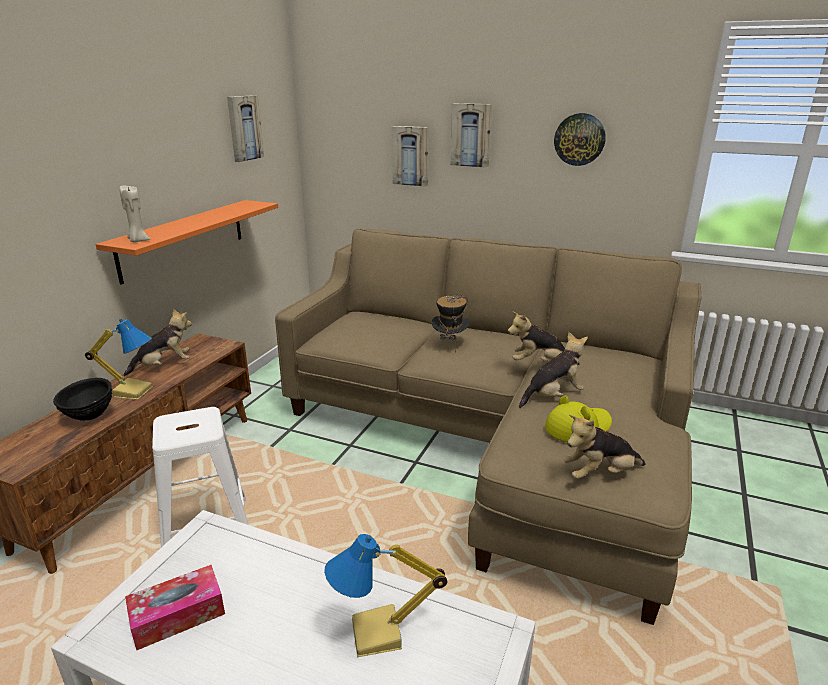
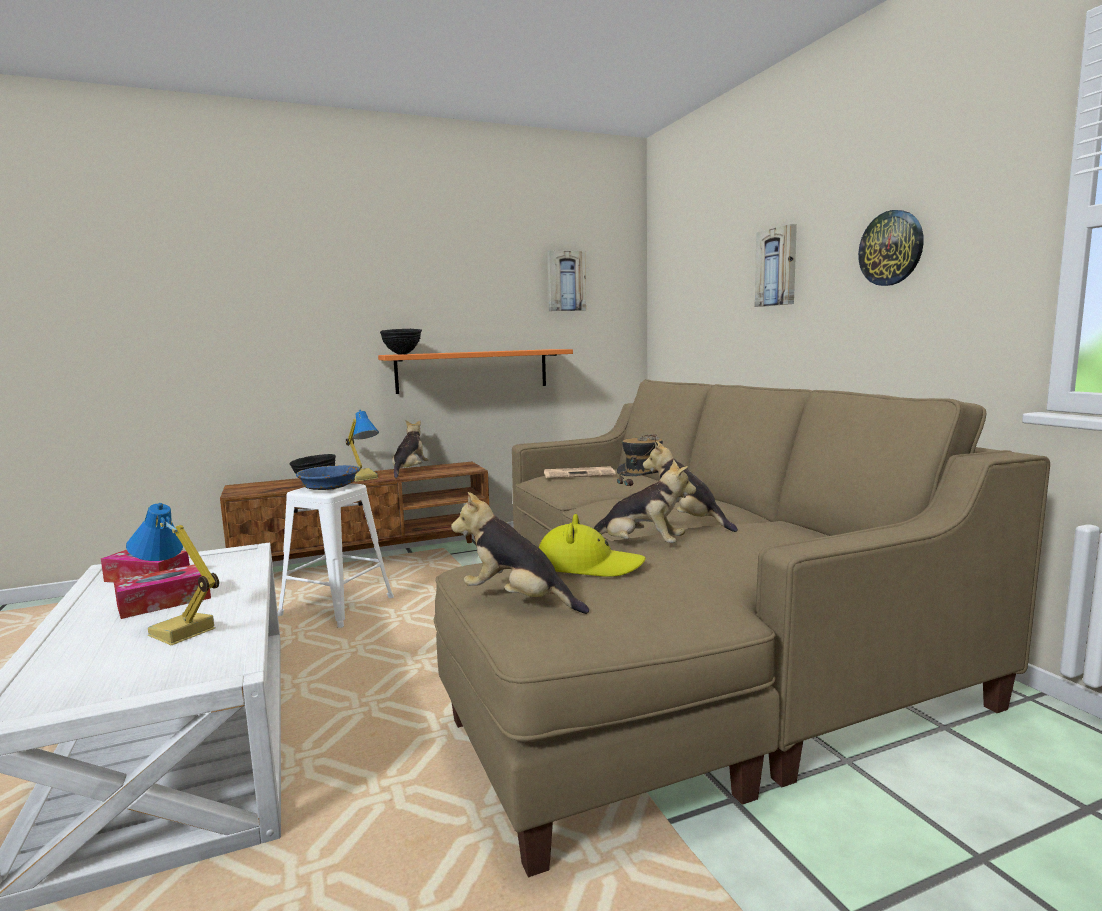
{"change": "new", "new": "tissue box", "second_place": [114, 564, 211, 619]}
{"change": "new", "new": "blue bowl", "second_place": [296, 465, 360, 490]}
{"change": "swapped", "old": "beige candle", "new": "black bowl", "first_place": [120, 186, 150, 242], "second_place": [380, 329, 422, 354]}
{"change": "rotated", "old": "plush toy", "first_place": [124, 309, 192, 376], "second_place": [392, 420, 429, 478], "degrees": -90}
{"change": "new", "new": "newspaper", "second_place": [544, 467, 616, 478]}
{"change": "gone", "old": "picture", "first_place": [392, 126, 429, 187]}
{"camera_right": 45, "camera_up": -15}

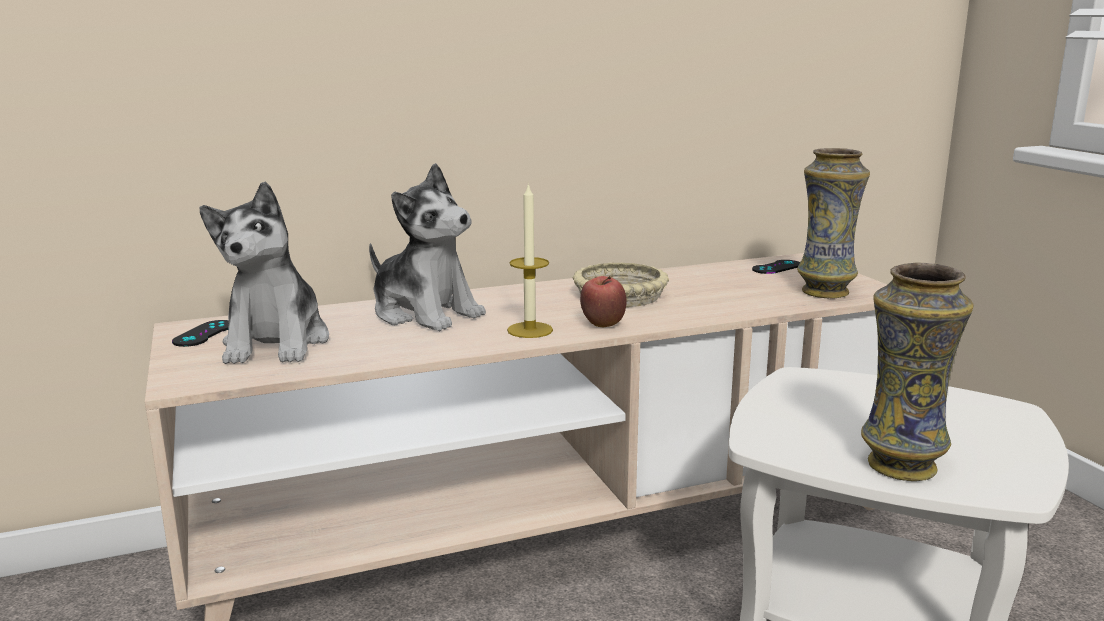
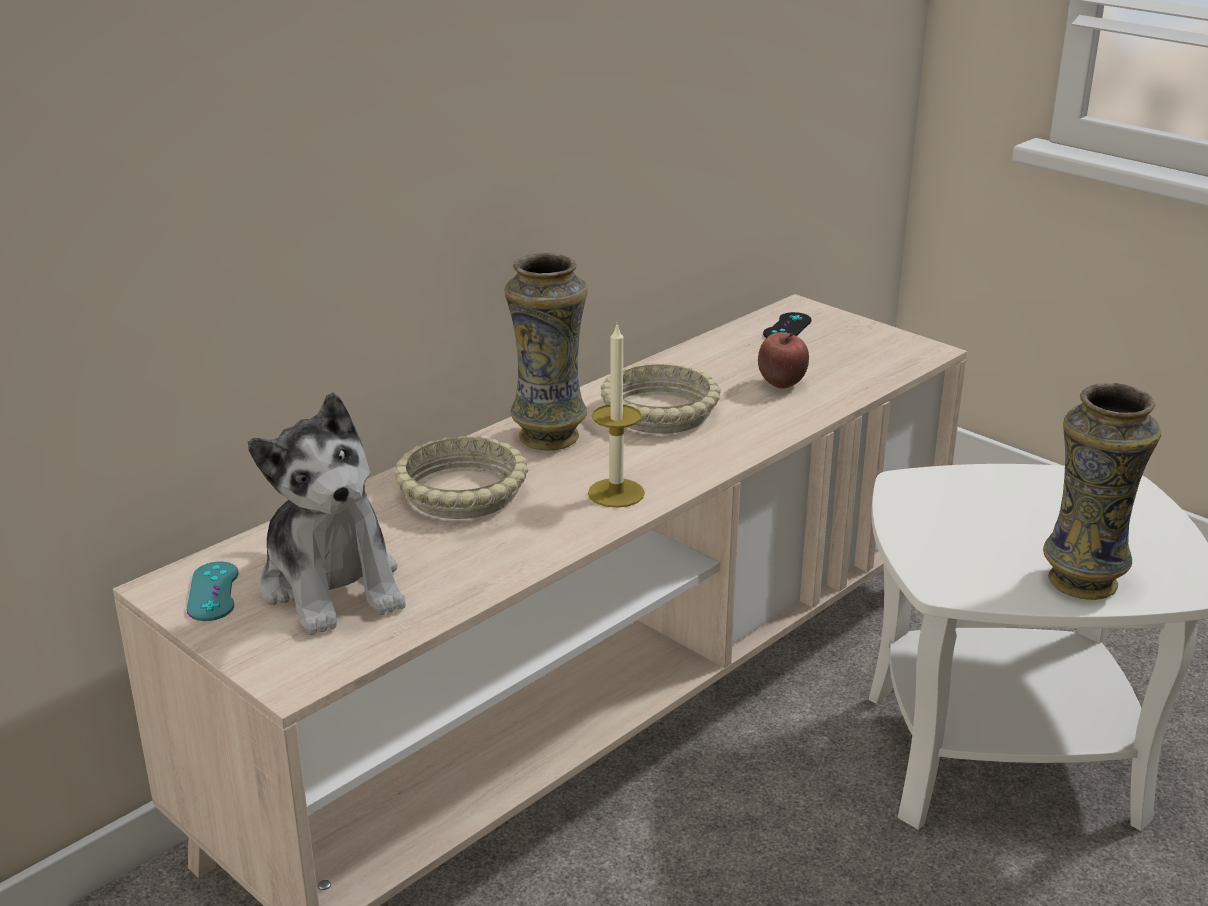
{"change": "repainted", "old": "black game controller", "new": "turquoise game controller", "first_place": [172, 320, 229, 347], "second_place": [187, 561, 239, 621]}
{"change": "swapped", "old": "plush toy", "new": "beige bowl", "first_place": [369, 163, 486, 331], "second_place": [394, 436, 528, 519]}
{"change": "shifted", "old": "vase", "first_place": [797, 148, 870, 299], "second_place": [504, 253, 588, 450]}
{"change": "shifted", "old": "apple", "first_place": [580, 276, 627, 327], "second_place": [758, 332, 809, 389]}
{"camera_right": -25, "camera_up": 10}

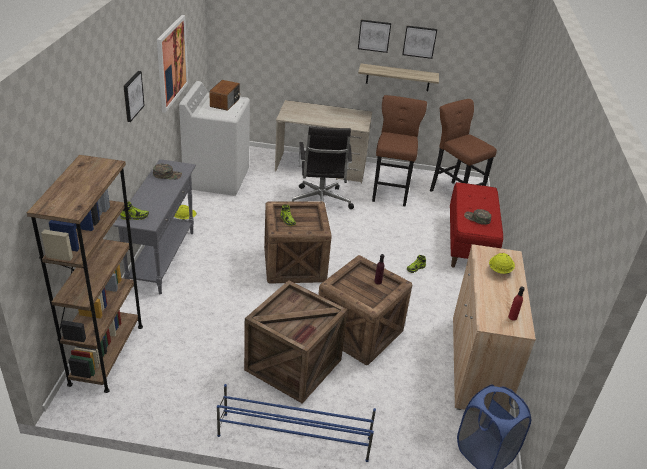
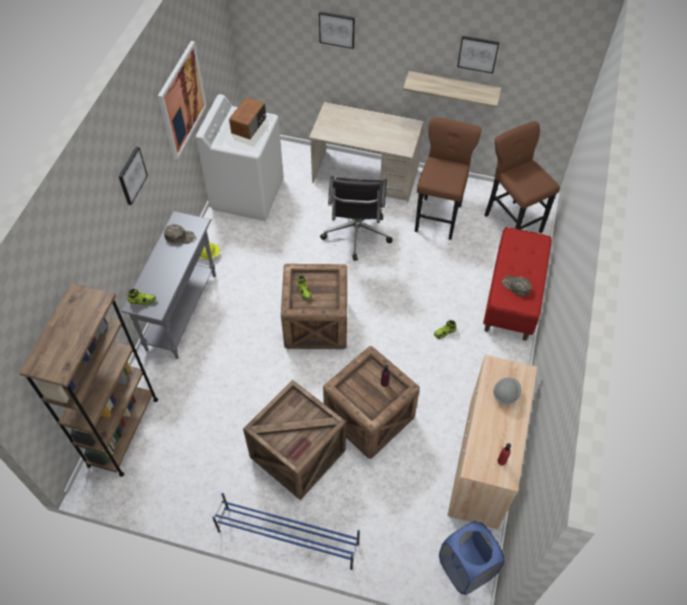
{"change": "shifted", "old": "picture", "first_place": [358, 20, 391, 53], "second_place": [319, 12, 355, 49]}
{"change": "repainted", "old": "yellow hard hat", "new": "grey hard hat", "first_place": [489, 253, 515, 274], "second_place": [493, 377, 521, 405]}
{"camera_right": 10, "camera_up": 20}

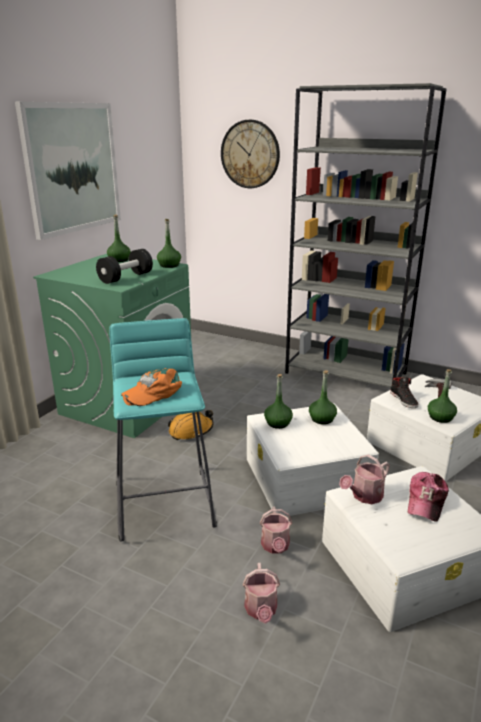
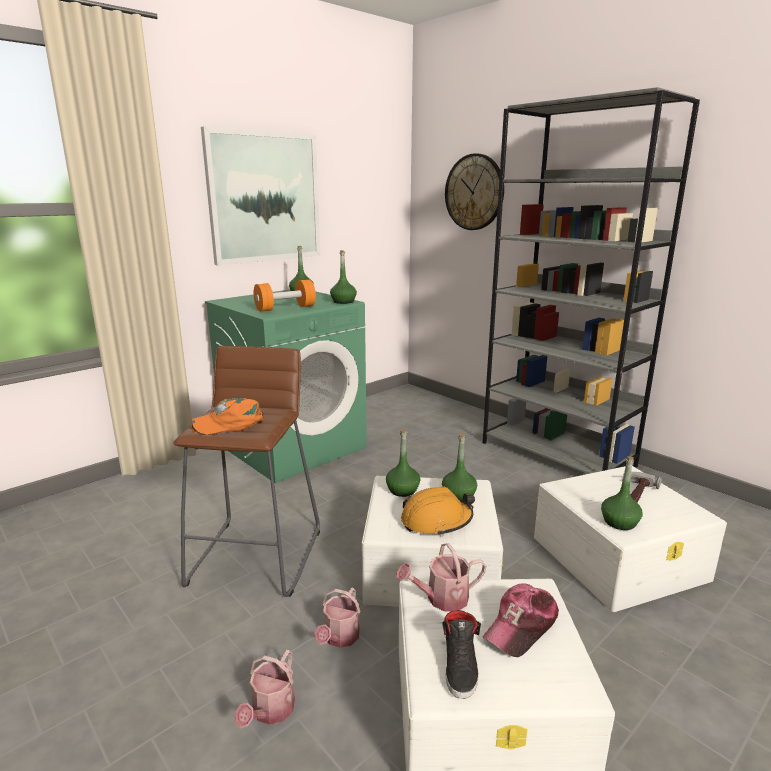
{"change": "repainted", "old": "turquoise stool", "new": "brown stool", "first_place": [109, 318, 217, 542], "second_place": [173, 346, 320, 597]}
{"change": "repainted", "old": "black dumbbell", "new": "orange dumbbell", "first_place": [96, 249, 153, 284], "second_place": [254, 280, 316, 312]}
{"change": "shifted", "old": "orange hard hat", "first_place": [168, 410, 214, 440], "second_place": [401, 487, 475, 536]}
{"change": "shifted", "old": "black shoe", "first_place": [390, 377, 418, 408], "second_place": [442, 610, 481, 699]}
{"camera_right": 20, "camera_up": -5}

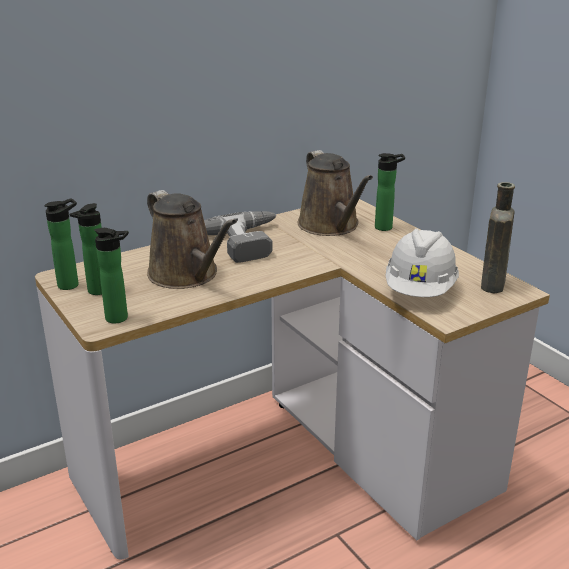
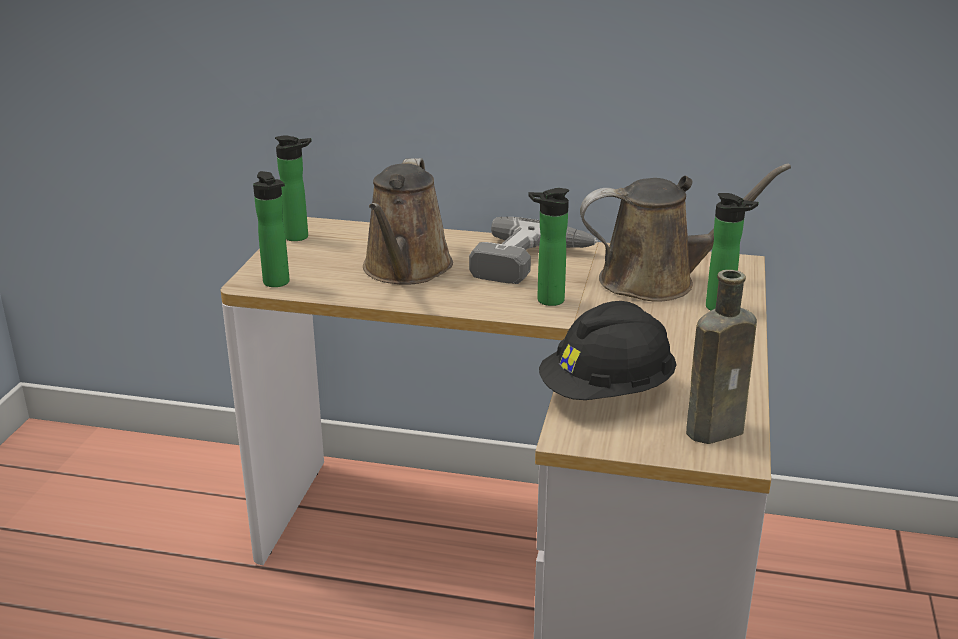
{"change": "shifted", "old": "bottle", "first_place": [69, 203, 102, 295], "second_place": [528, 188, 569, 306]}
{"change": "repainted", "old": "white hard hat", "new": "black hard hat", "first_place": [386, 228, 459, 297], "second_place": [539, 301, 677, 400]}
{"change": "rotated", "old": "brown watering can", "first_place": [298, 150, 373, 236], "second_place": [580, 163, 791, 302], "degrees": -120}
{"camera_right": 45, "camera_up": 0}

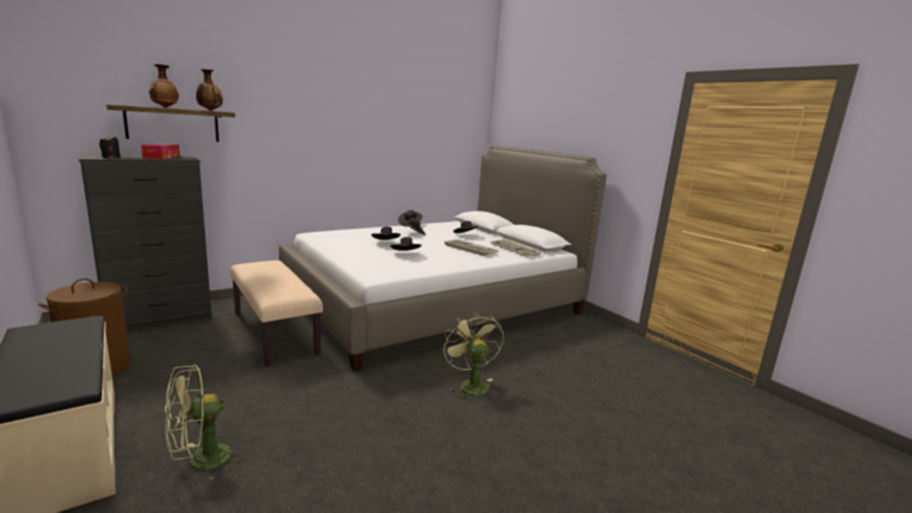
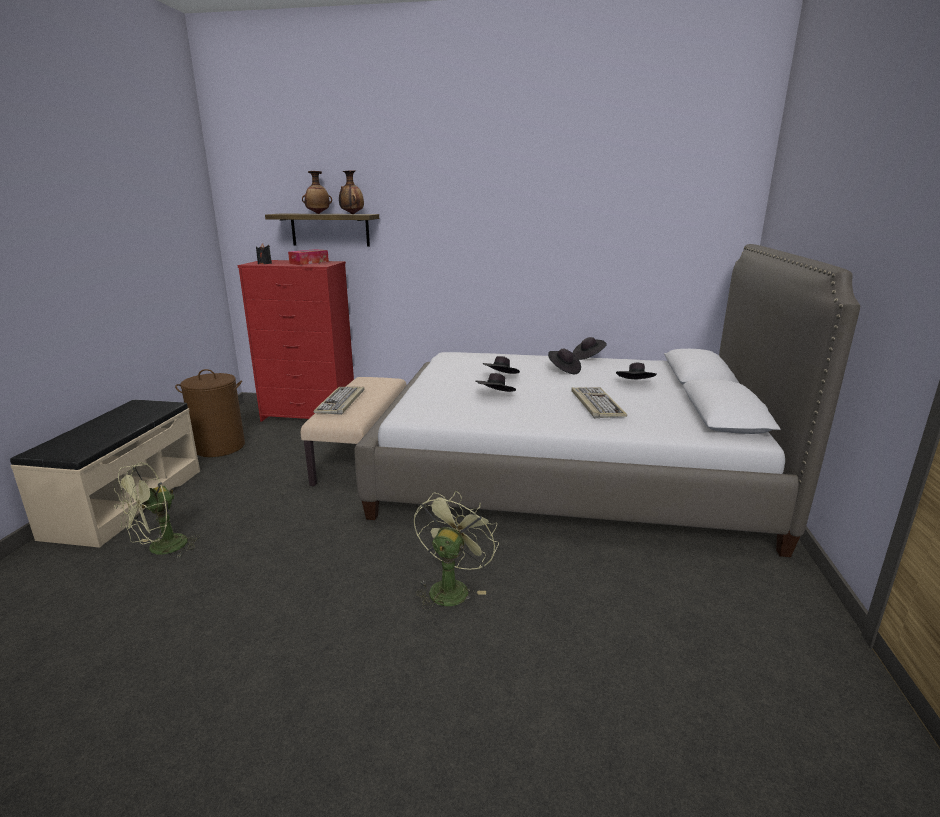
{"change": "rotated", "old": "green fan", "first_place": [165, 365, 246, 480], "second_place": [114, 462, 200, 558], "degrees": -60}
{"change": "repainted", "old": "black dresser", "new": "red dresser", "first_place": [79, 154, 212, 325], "second_place": [238, 260, 354, 421]}
{"change": "shifted", "old": "keyboard", "first_place": [490, 239, 541, 257], "second_place": [313, 387, 364, 415]}
{"camera_right": 45, "camera_up": 5}

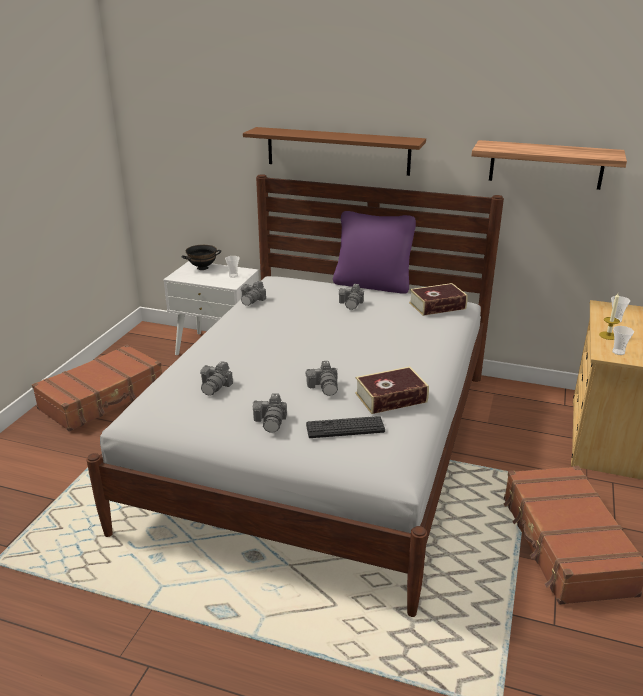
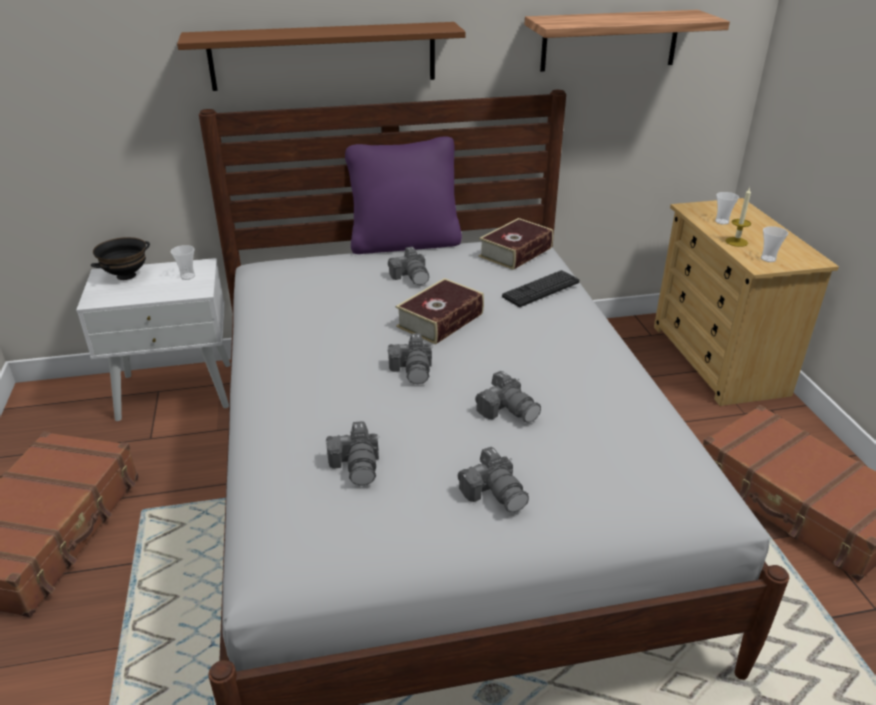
{"change": "shifted", "old": "photo camera", "first_place": [241, 281, 266, 306], "second_place": [387, 333, 433, 384]}
{"change": "shifted", "old": "book", "first_place": [355, 366, 429, 414], "second_place": [396, 278, 484, 345]}
{"change": "shifted", "old": "keyboard", "first_place": [306, 416, 385, 438], "second_place": [502, 270, 579, 307]}
{"camera_right": -30, "camera_up": 5}

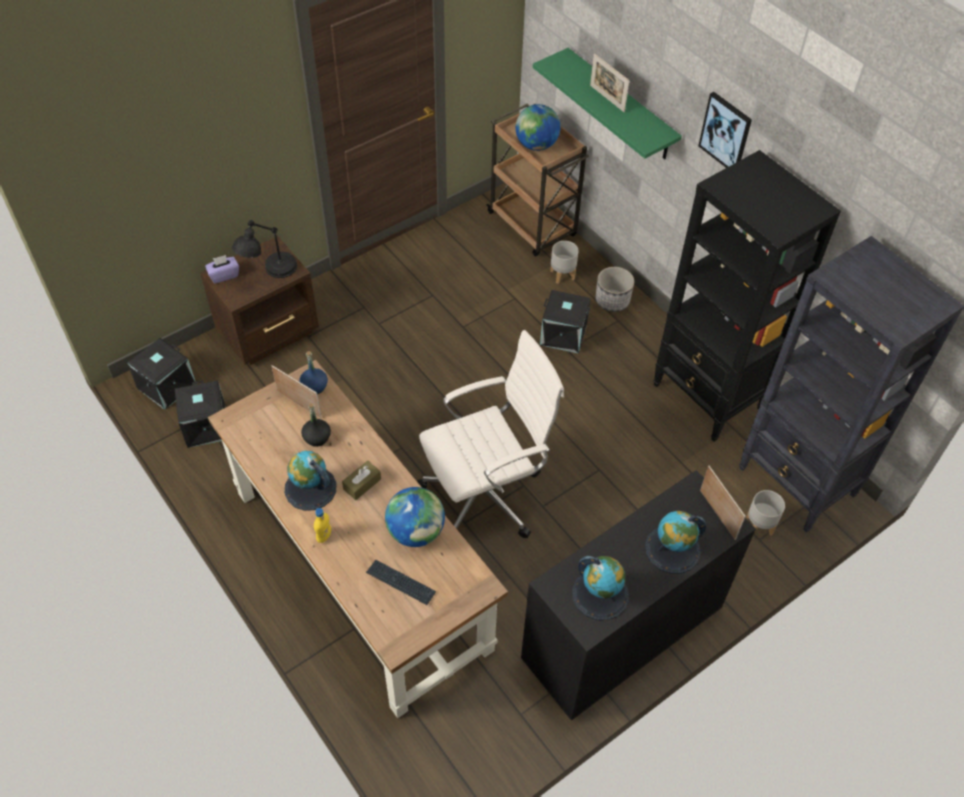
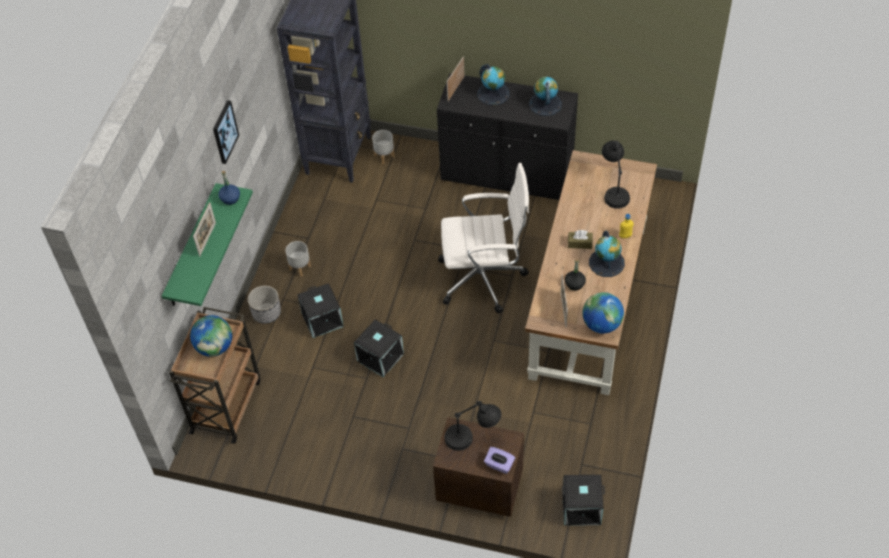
{"change": "shifted", "old": "blue bottle", "first_place": [299, 351, 328, 394], "second_place": [218, 171, 240, 205]}
{"change": "shifted", "old": "grey planter", "first_place": [550, 241, 578, 284], "second_place": [285, 241, 311, 277]}
{"change": "shifted", "old": "black storage box", "first_place": [175, 380, 226, 448], "second_place": [354, 319, 404, 377]}
{"change": "rotated", "old": "white office chair", "first_place": [417, 330, 564, 538], "second_place": [438, 163, 529, 313], "degrees": 150}
{"change": "shifted", "old": "globe", "first_place": [385, 487, 445, 547], "second_place": [582, 292, 624, 334]}
{"change": "swapped", "old": "keyboard", "new": "black table lamp", "first_place": [366, 560, 436, 605], "second_place": [602, 141, 630, 209]}
{"change": "gone", "old": "black bookcase", "first_place": [653, 150, 841, 442]}
{"camera_right": -125, "camera_up": 0}

